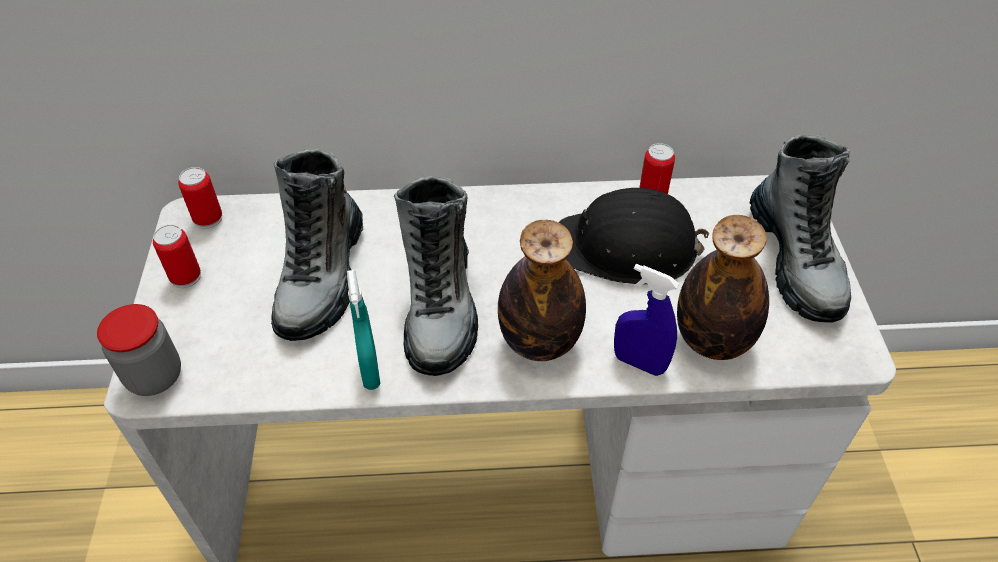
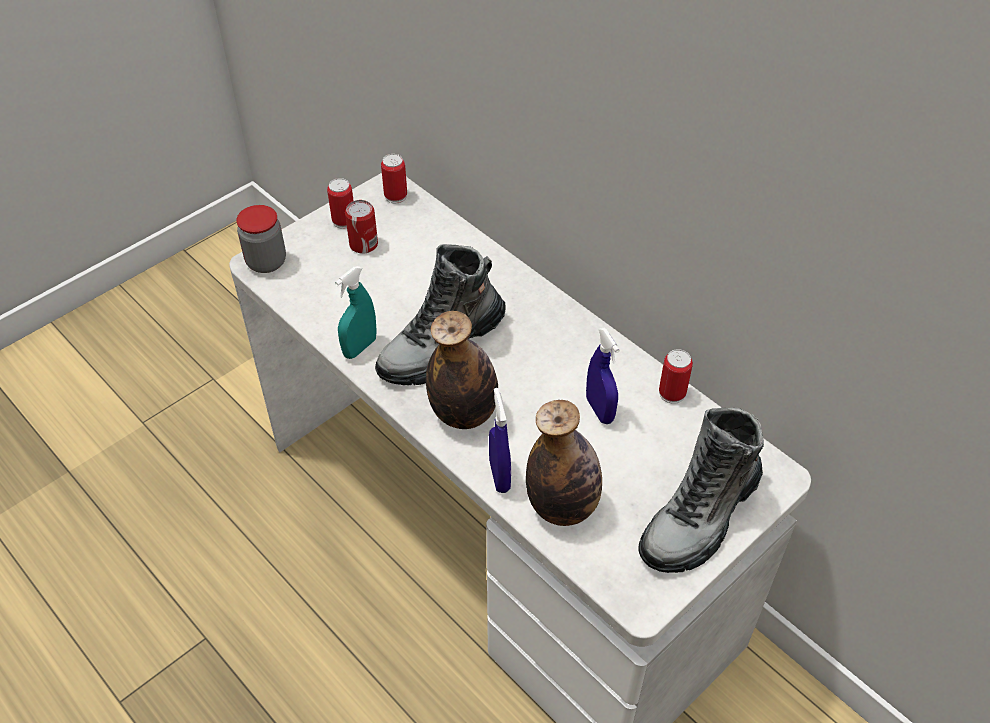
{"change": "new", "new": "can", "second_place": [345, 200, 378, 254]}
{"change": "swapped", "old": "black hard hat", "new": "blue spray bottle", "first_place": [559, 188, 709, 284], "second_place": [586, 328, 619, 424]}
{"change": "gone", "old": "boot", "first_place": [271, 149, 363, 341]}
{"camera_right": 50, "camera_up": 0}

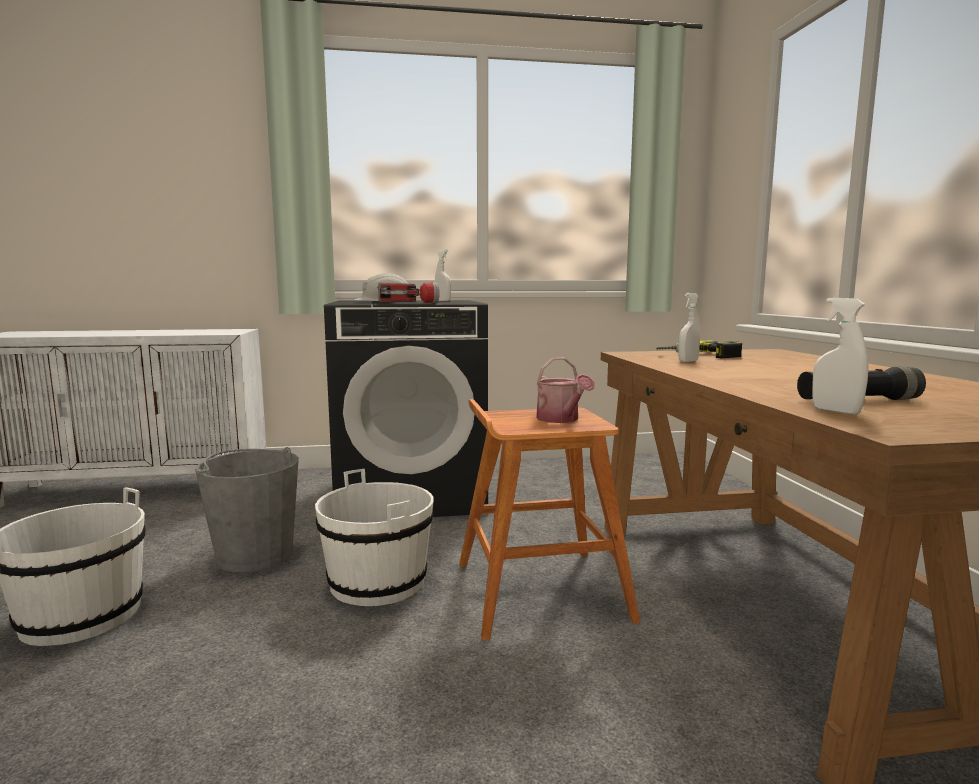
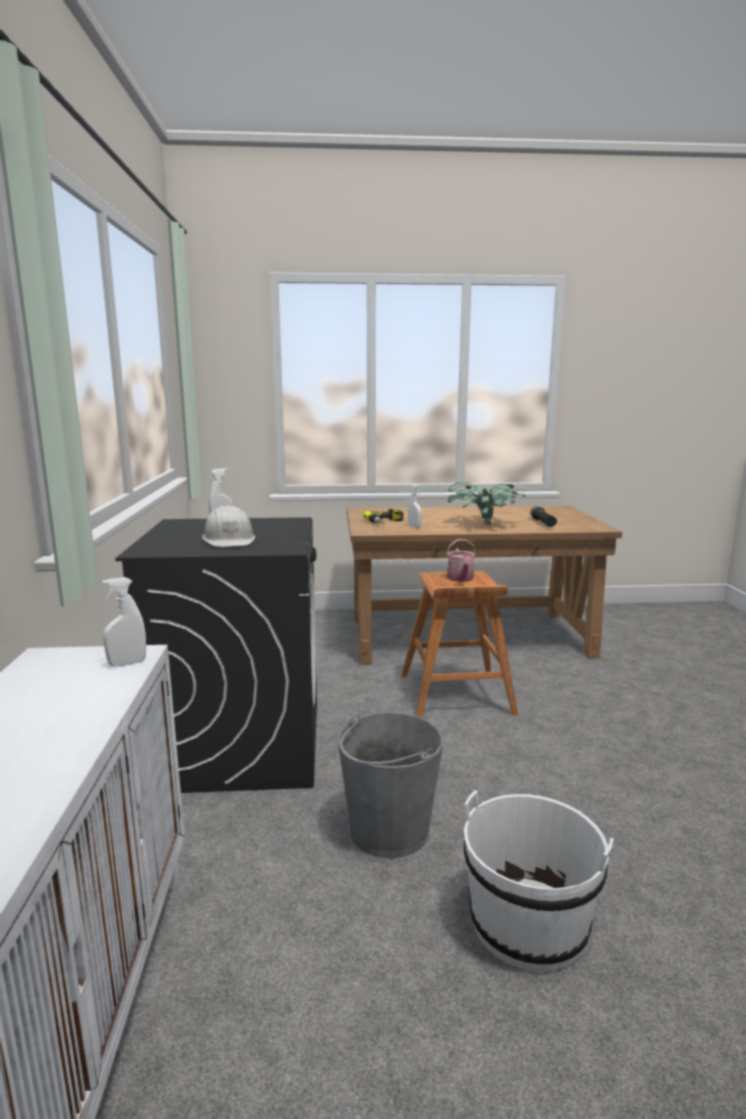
{"change": "shifted", "old": "white spray bottle", "first_place": [812, 298, 868, 415], "second_place": [102, 577, 146, 667]}
{"change": "rotated", "old": "watering can", "first_place": [536, 357, 595, 423], "second_place": [446, 539, 476, 582], "degrees": 105}
{"change": "new", "new": "potted plant", "second_place": [447, 482, 527, 525]}
{"change": "gone", "old": "white bucket", "first_place": [315, 469, 434, 606]}
{"change": "gone", "old": "flashlight", "first_place": [378, 282, 439, 303]}
{"camera_right": -85, "camera_up": 5}

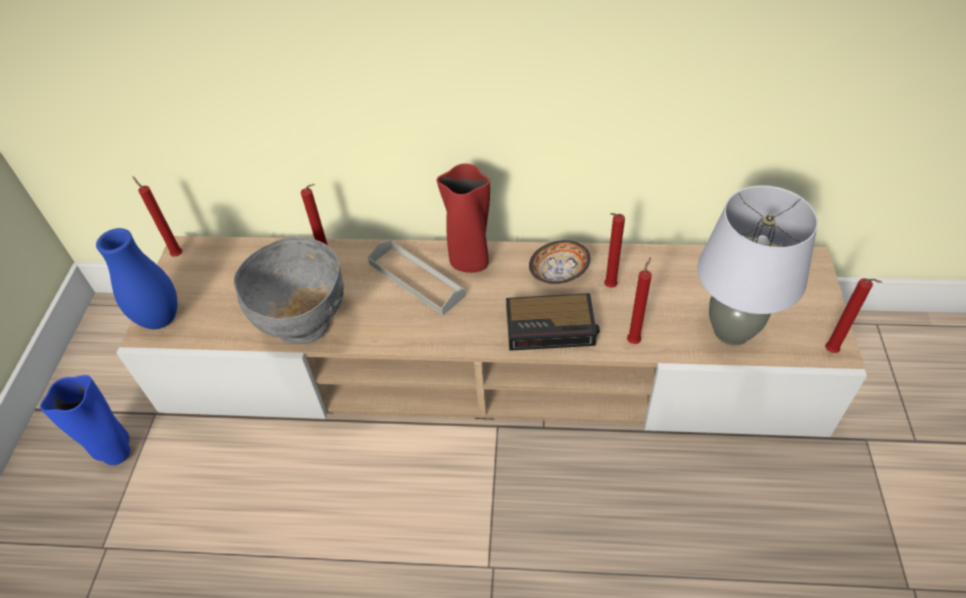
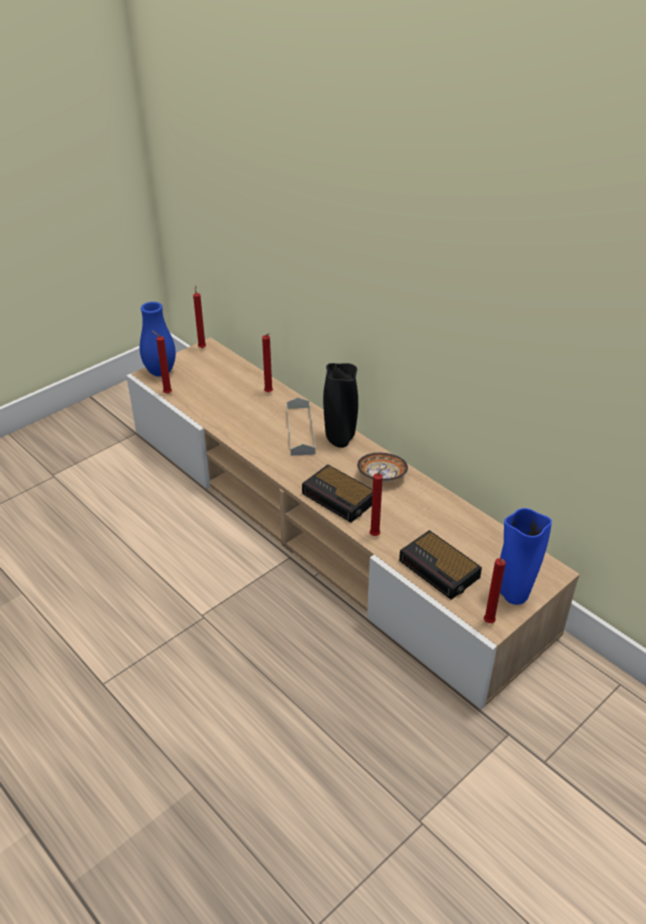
{"change": "shifted", "old": "red candle", "first_place": [604, 213, 625, 288], "second_place": [152, 331, 172, 394]}
{"change": "repainted", "old": "red vase", "new": "black vase", "first_place": [437, 163, 490, 273], "second_place": [323, 363, 358, 448]}
{"change": "swapped", "old": "grey table lamp", "new": "alarm clock", "first_place": [698, 185, 818, 346], "second_place": [399, 530, 482, 600]}
{"change": "shifted", "old": "blue vase", "first_place": [40, 375, 130, 465], "second_place": [500, 508, 552, 605]}
{"change": "gone", "old": "grey bowl", "first_place": [234, 237, 344, 344]}
{"camera_right": 40, "camera_up": -10}

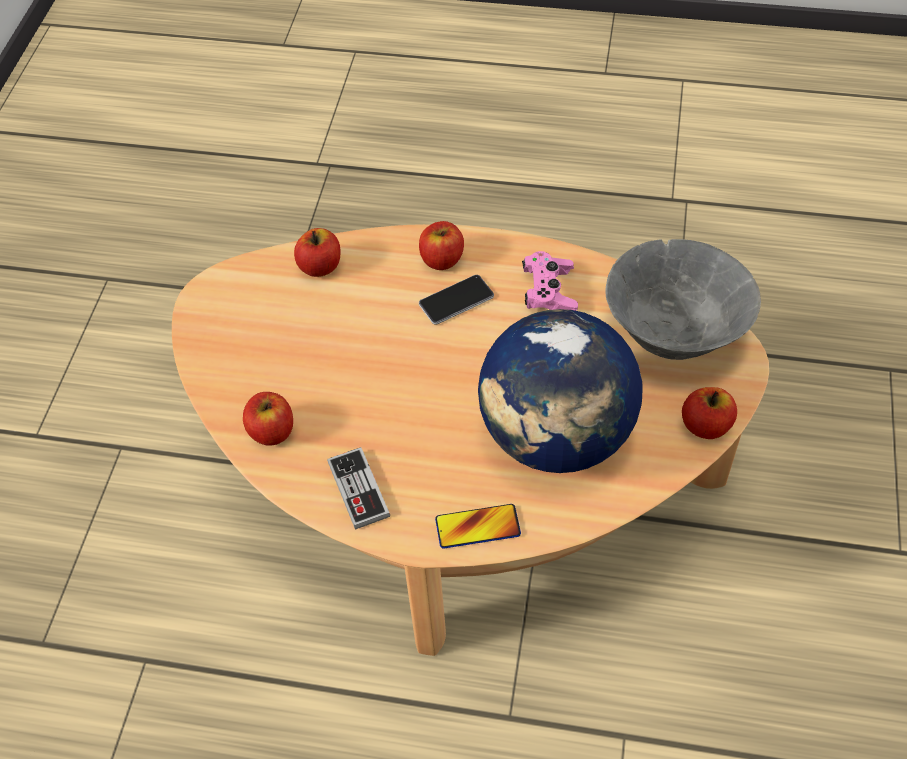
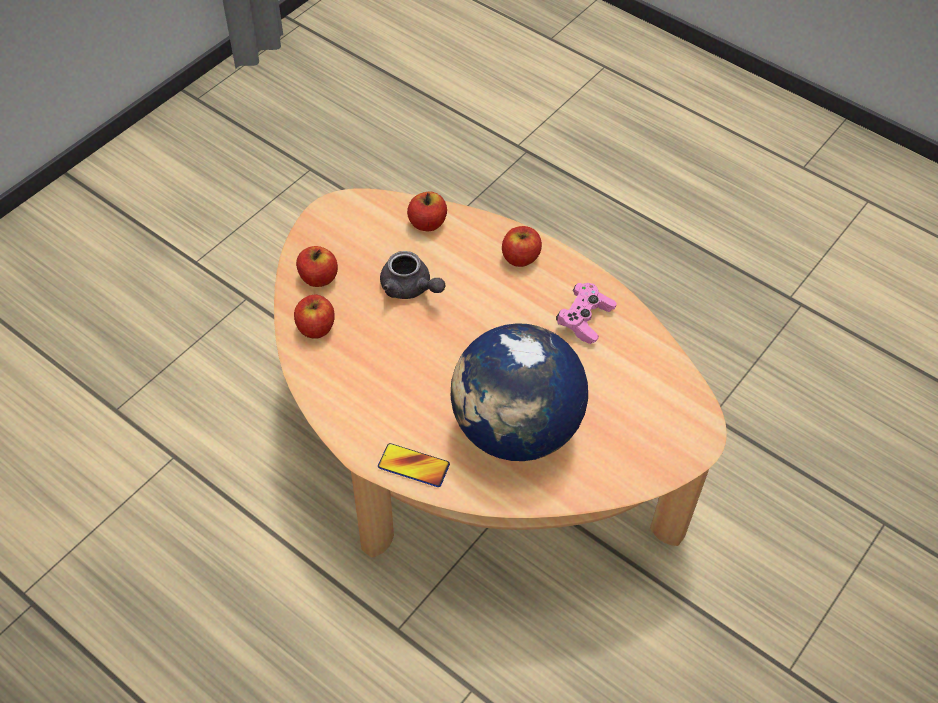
{"change": "shifted", "old": "apple", "first_place": [682, 387, 737, 439], "second_place": [296, 246, 338, 287]}
{"change": "new", "new": "grey teapot", "second_place": [380, 251, 445, 299]}
{"change": "gone", "old": "game controller", "first_place": [327, 447, 390, 530]}
{"change": "gone", "old": "phone", "first_place": [419, 275, 494, 325]}
{"change": "gone", "old": "grey bowl", "first_place": [606, 239, 761, 360]}
{"camera_right": 25, "camera_up": 0}

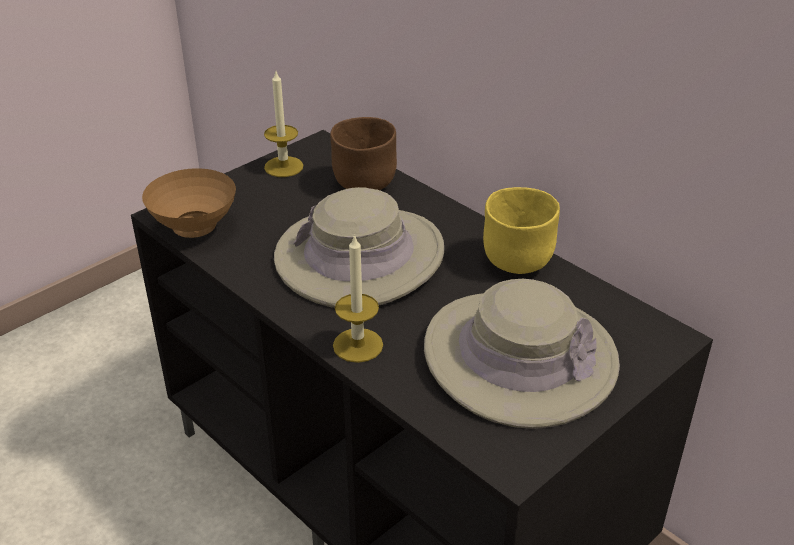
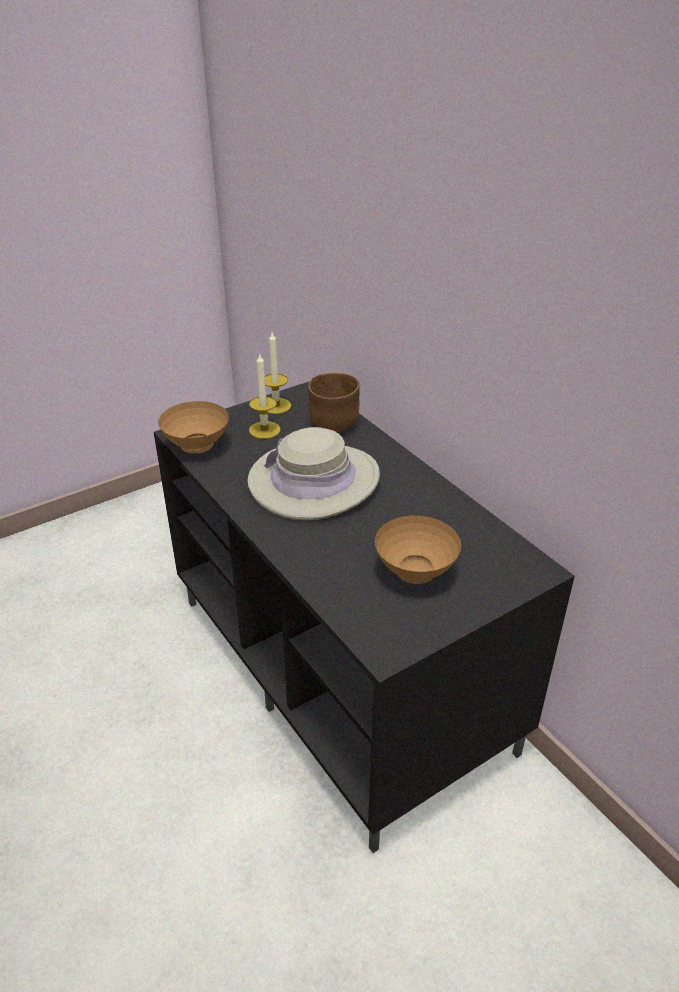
{"change": "shifted", "old": "candle", "first_place": [333, 234, 383, 363], "second_place": [249, 353, 280, 439]}
{"change": "swapped", "old": "beige hat", "new": "brown bowl", "first_place": [424, 279, 620, 429], "second_place": [375, 516, 461, 584]}
{"change": "gone", "old": "yellow bowl", "first_place": [483, 187, 560, 274]}
{"camera_right": 10, "camera_up": 0}

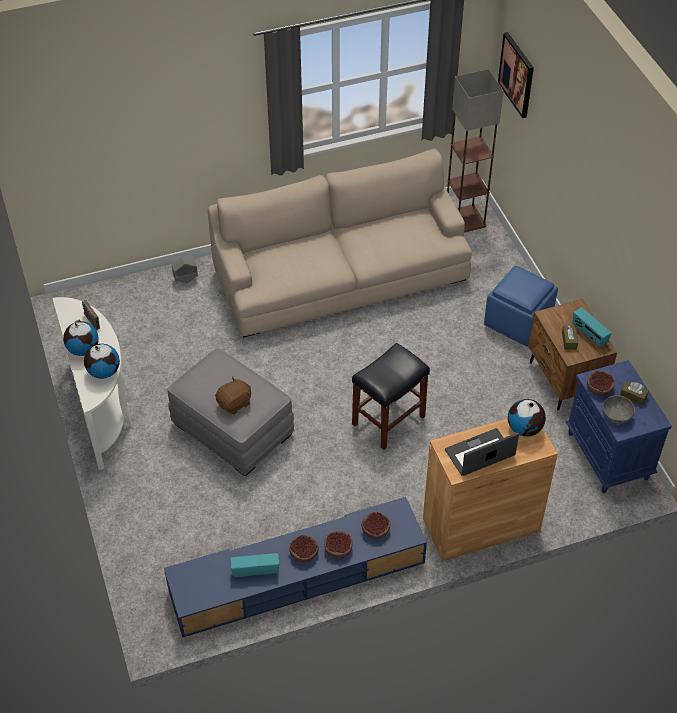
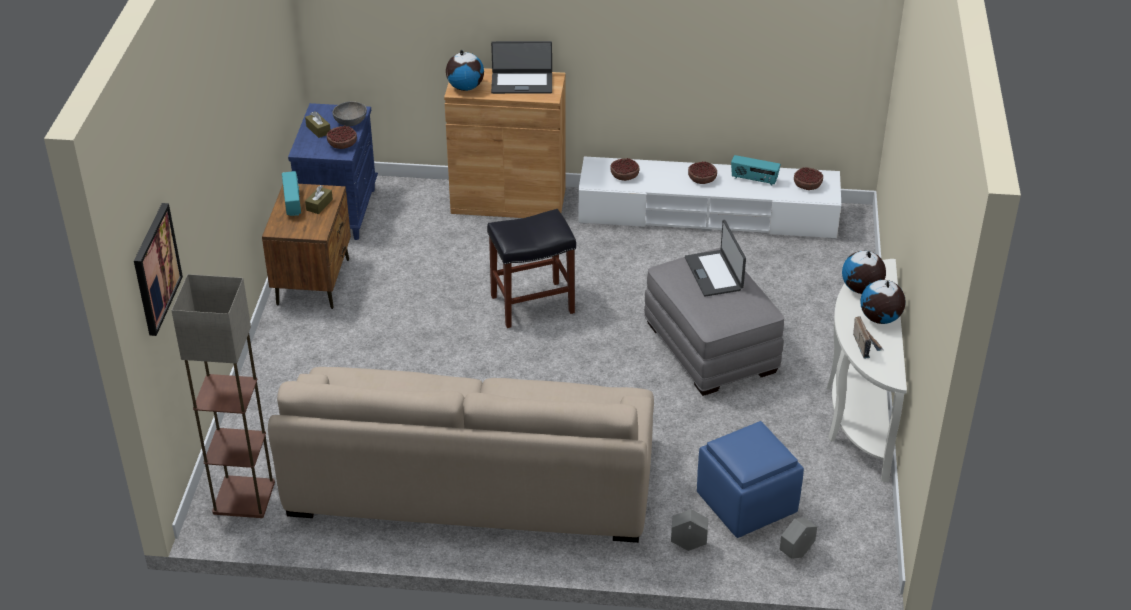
{"change": "repainted", "old": "blue tv stand", "new": "white tv stand", "first_place": [164, 497, 427, 638], "second_place": [578, 156, 841, 239]}
{"change": "swapped", "old": "brown plush toy", "new": "laptop", "first_place": [215, 377, 251, 414], "second_place": [685, 220, 746, 297]}
{"change": "shifted", "old": "blue ottoman", "first_place": [484, 265, 558, 347], "second_place": [697, 421, 804, 538]}
{"change": "new", "new": "grey planter", "second_place": [780, 518, 817, 559]}
{"change": "shifted", "old": "bowl", "first_place": [324, 531, 353, 558], "second_place": [794, 167, 823, 190]}
{"camera_right": -155, "camera_up": -10}

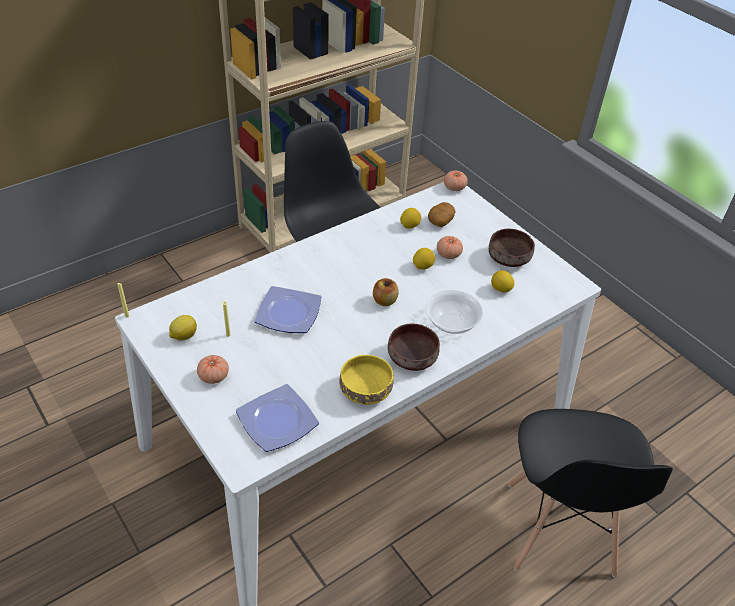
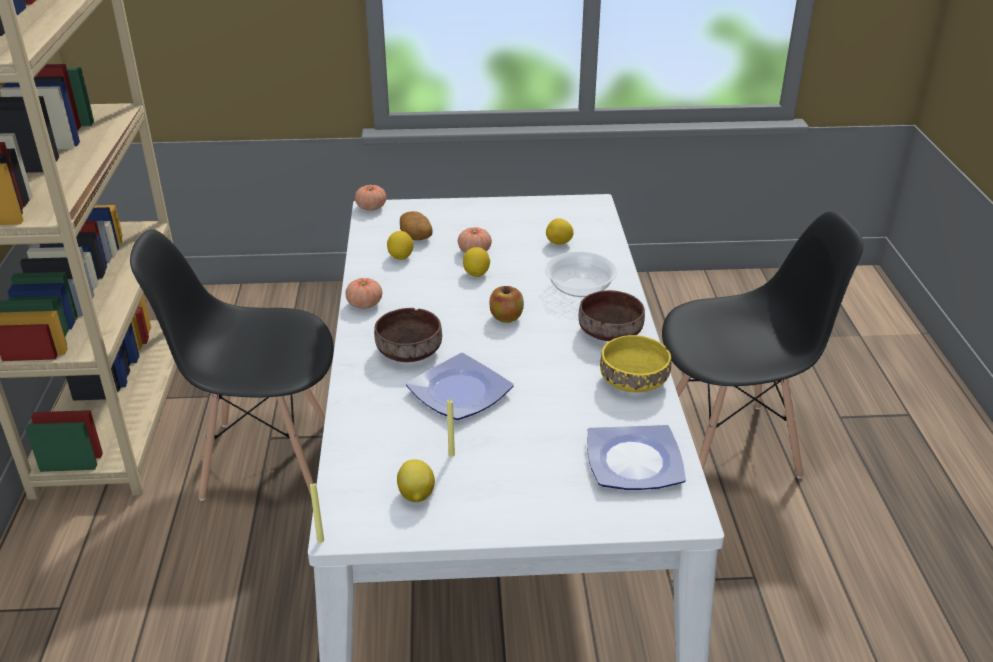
{"change": "shifted", "old": "tomato", "first_place": [197, 355, 229, 384], "second_place": [345, 278, 382, 309]}
{"change": "shifted", "old": "brown bowl", "first_place": [489, 229, 535, 267], "second_place": [374, 308, 442, 362]}
{"change": "rotated", "old": "black chair", "first_place": [508, 409, 673, 577], "second_place": [662, 211, 863, 479], "degrees": -45}
{"camera_right": -55, "camera_up": -10}

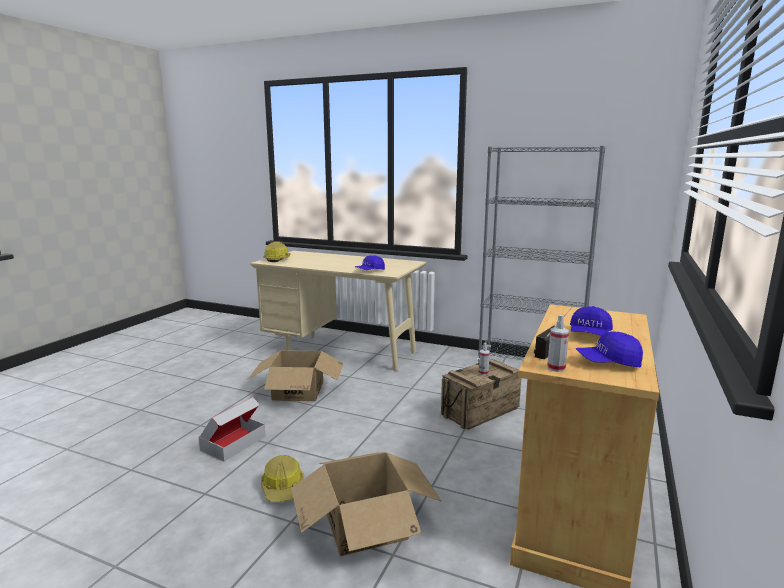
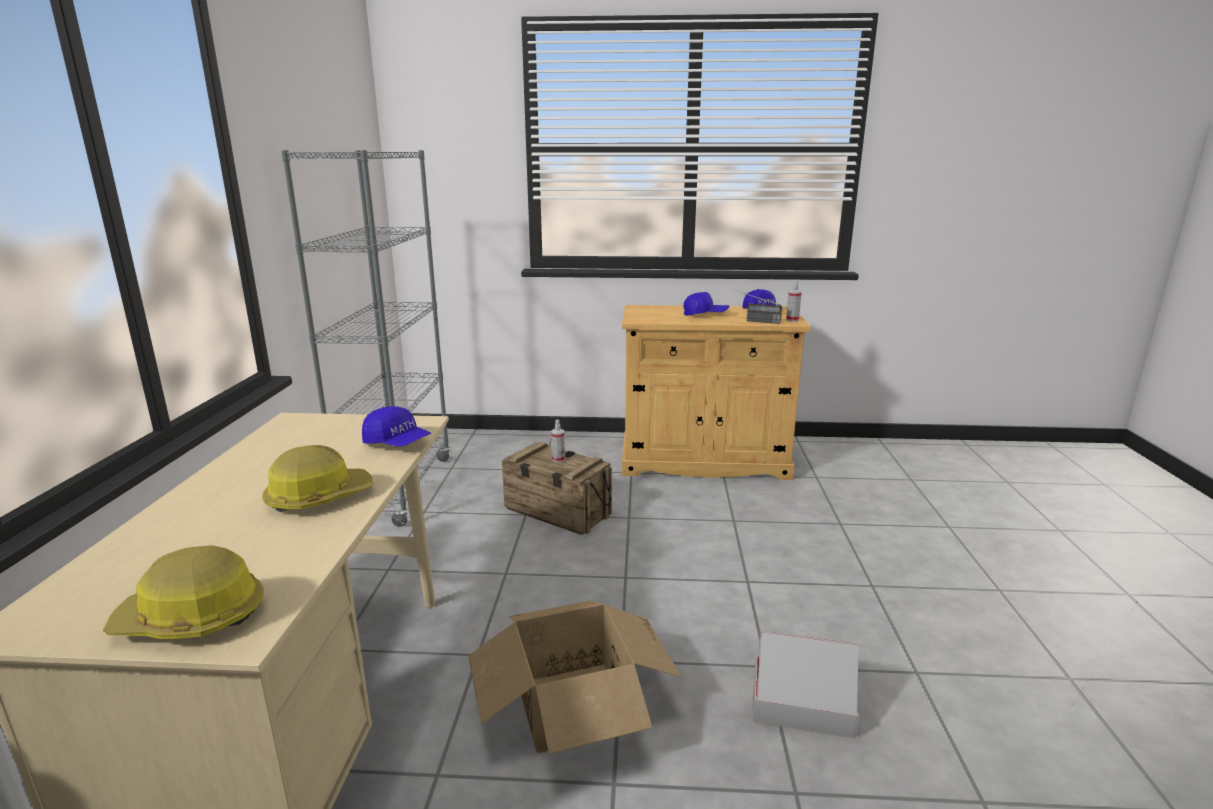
{"change": "shifted", "old": "hard hat", "first_place": [261, 455, 304, 502], "second_place": [262, 445, 373, 512]}
{"change": "gone", "old": "cardboard box", "first_place": [291, 452, 442, 556]}
{"camera_right": -110, "camera_up": 5}

